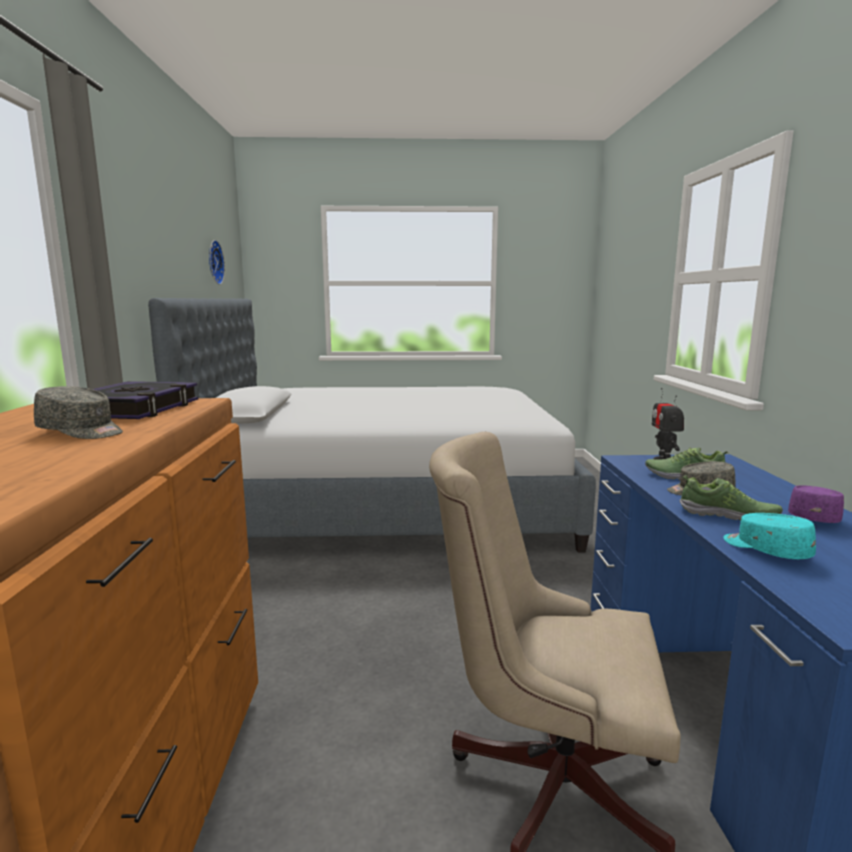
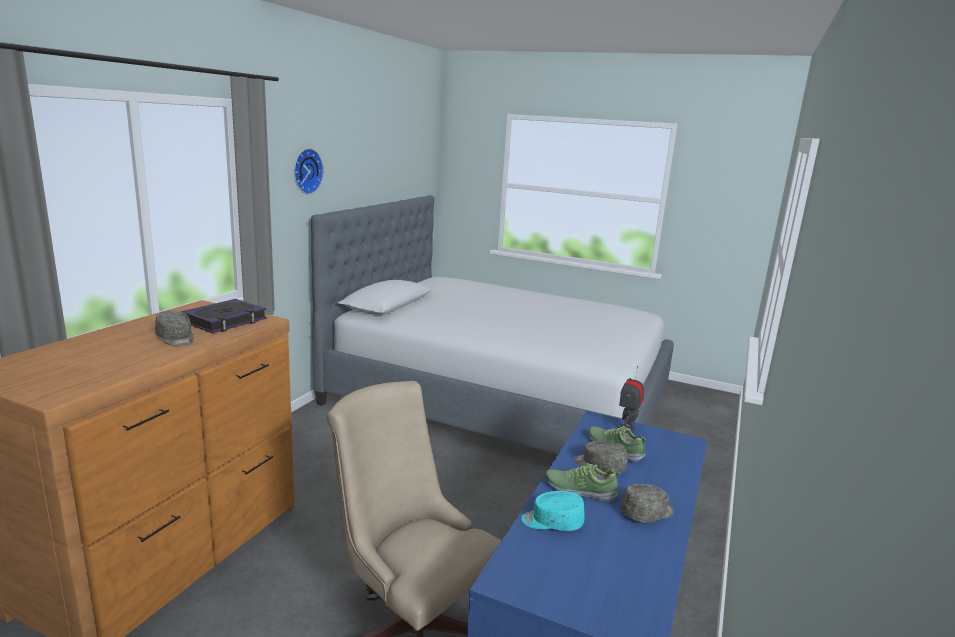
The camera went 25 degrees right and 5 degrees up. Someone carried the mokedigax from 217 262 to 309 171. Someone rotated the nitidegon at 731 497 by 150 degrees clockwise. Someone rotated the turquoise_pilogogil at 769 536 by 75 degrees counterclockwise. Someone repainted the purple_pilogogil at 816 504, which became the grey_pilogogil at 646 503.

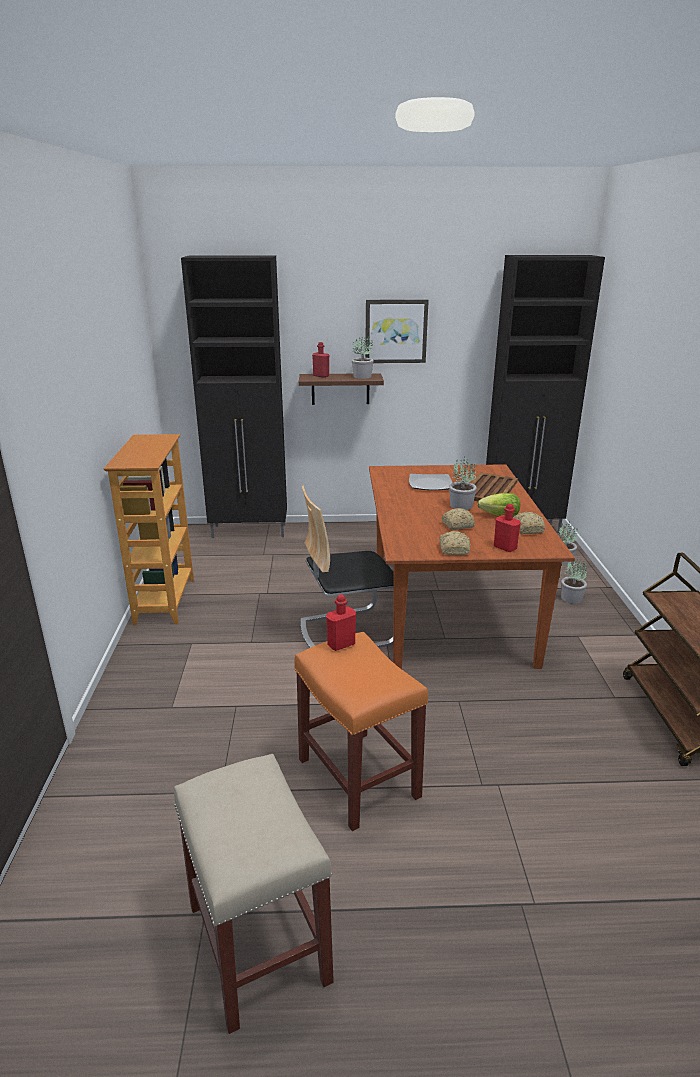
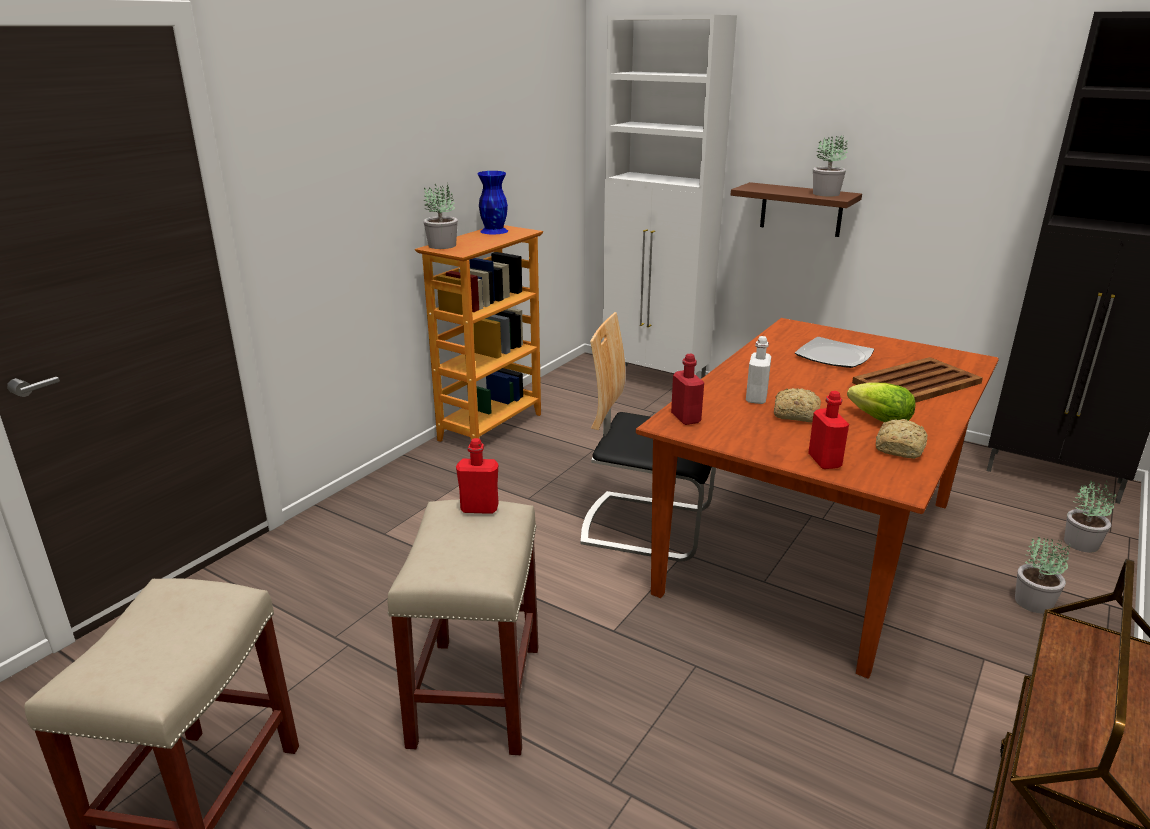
The camera went 35 degrees right and 0 degrees up. Someone repainted the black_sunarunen at 234 396, which became the white_sunarunen at 670 197. Someone repainted the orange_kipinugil at 361 731, which became the beige_kipinugil at 463 627. Someone carried the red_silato from 320 360 to 687 389. Someone took away the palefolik at 397 331. Someone took away the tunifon at 454 543. Someone carried the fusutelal from 463 483 to 440 215. Someone put down the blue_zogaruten at 493 202. Someone put down the white_silato at 758 370.

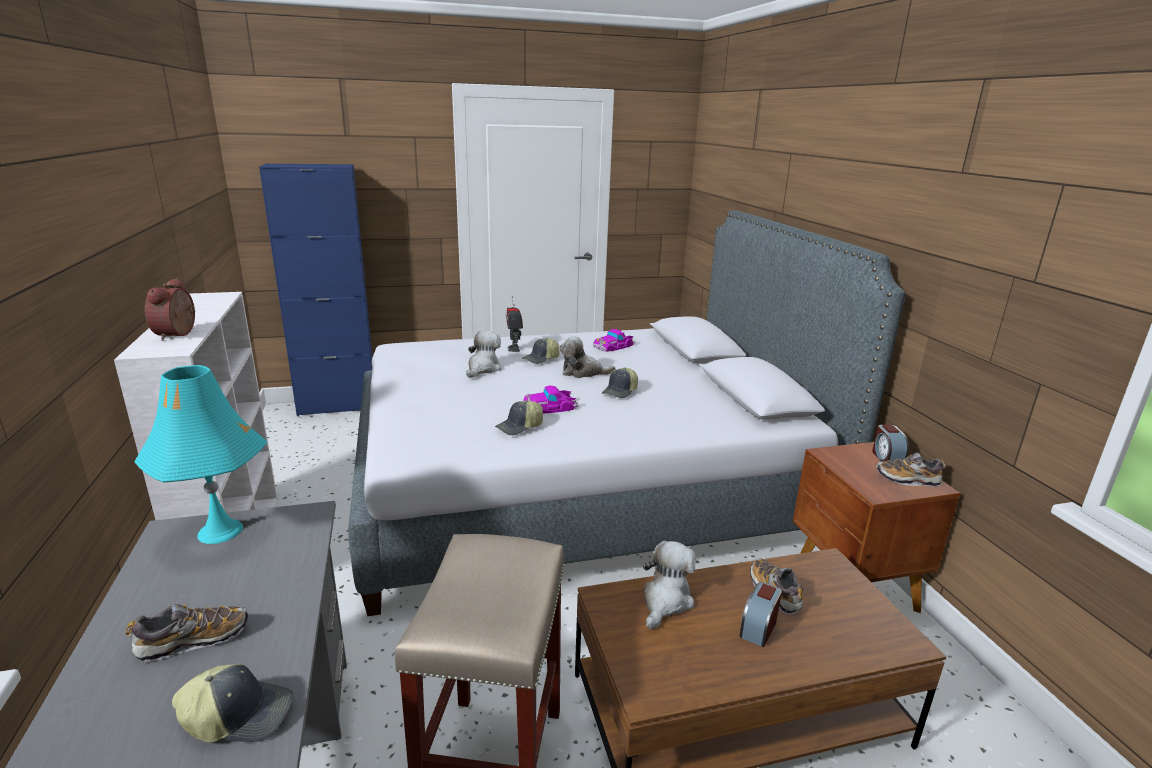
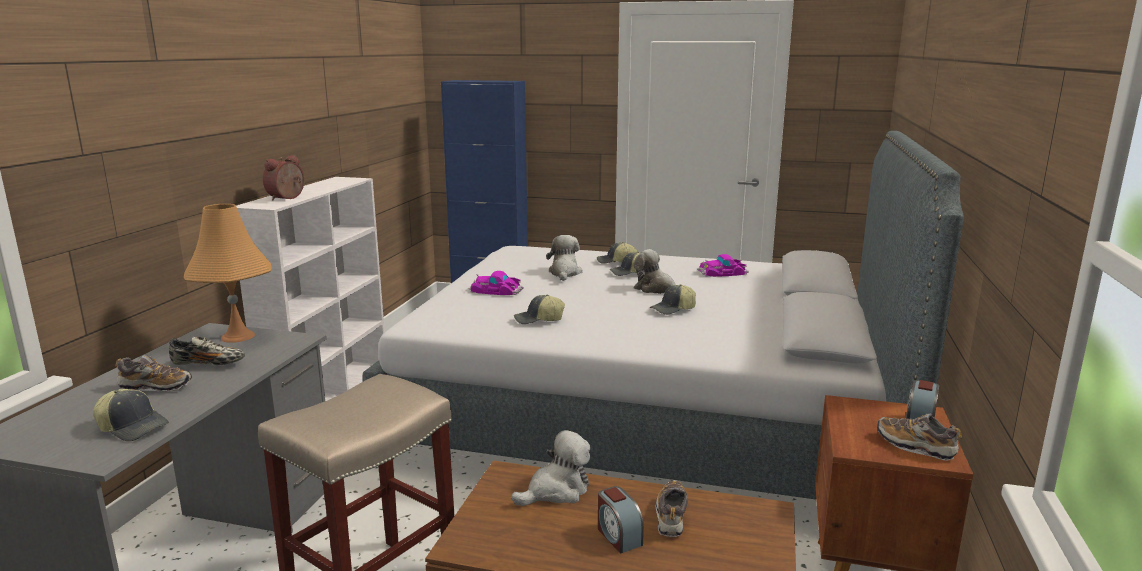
The camera went 30 degrees right and 5 degrees down. Someone repainted the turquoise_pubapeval at 200 454, which became the orange_pubapeval at 228 273. Someone rotated the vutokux at 483 354 by 45 degrees counterclockwise. Someone swapped the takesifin at 514 328 for the pilogogil at 617 253. Someone carried the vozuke from 551 399 to 496 283. Someone rotated the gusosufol at 760 614 by 90 degrees counterclockwise. Someone put down the nitidegon at 207 351.

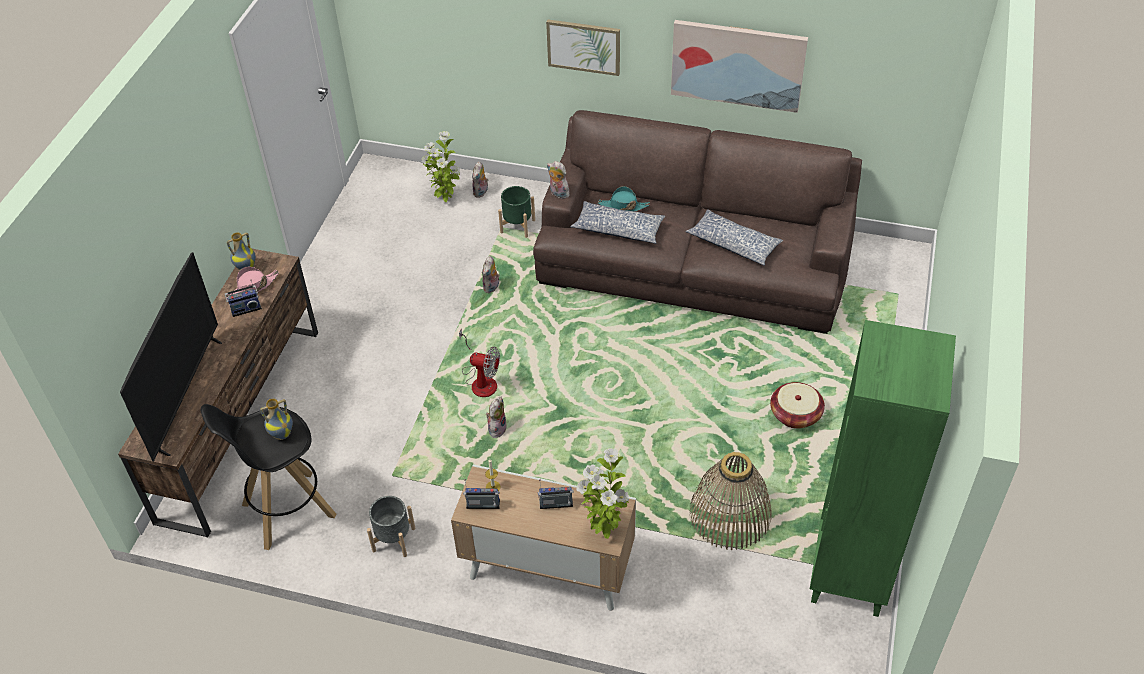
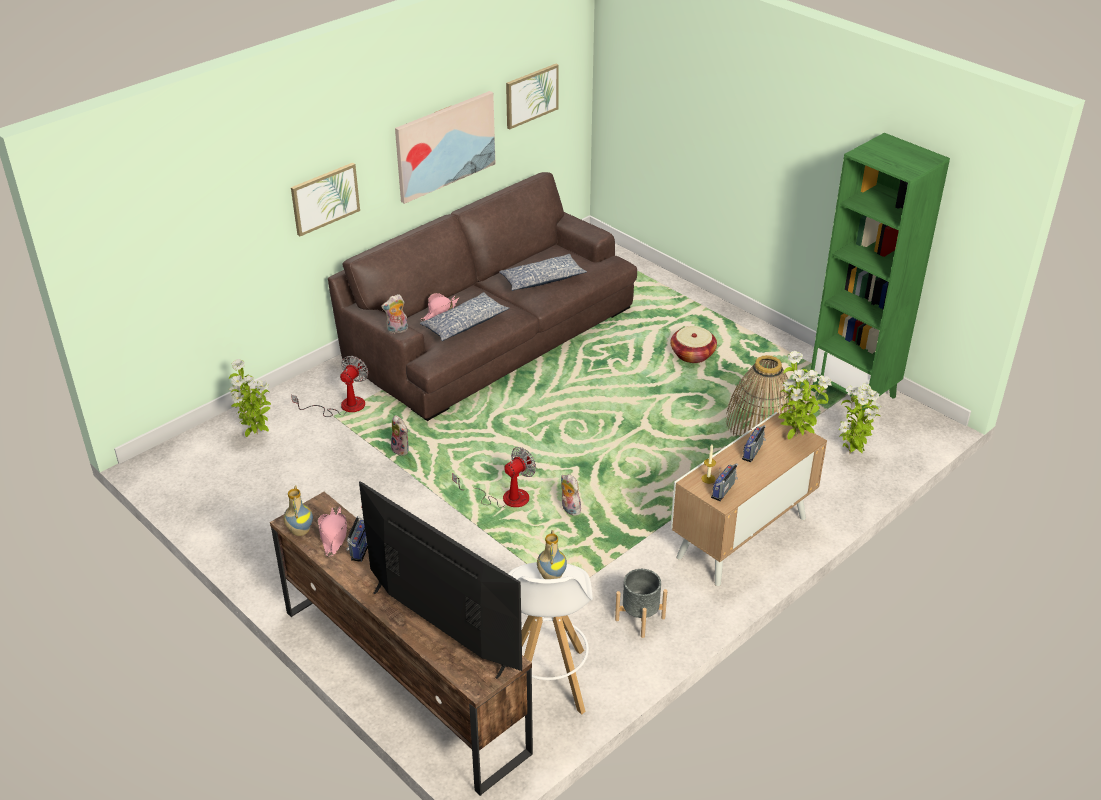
The camera went 60 degrees left and 10 degrees down. Someone repainted the black_kipinugil at 269 477, which became the white_kipinugil at 550 638. Someone took away the vutokux at 480 179. Someone swapped the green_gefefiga at 516 212 for the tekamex at 329 386. Someone repainted the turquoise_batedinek at 624 198, which became the pink_batedinek at 440 307. Someone put up the palefolik at 532 96. Someone put down the fusutelal at 860 419.

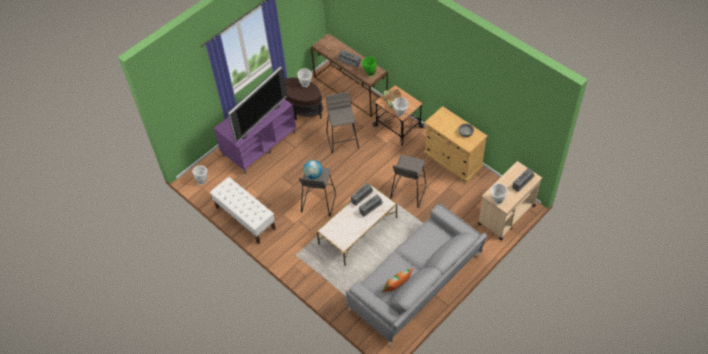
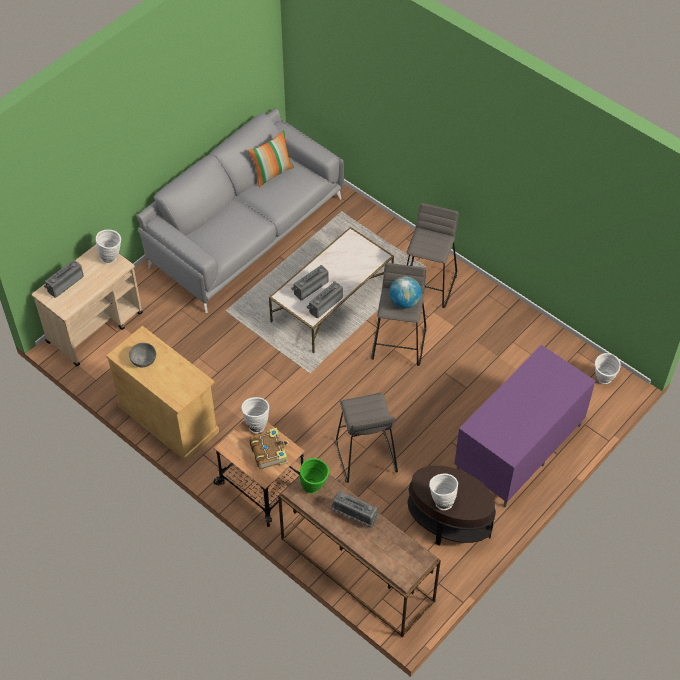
The camera went 175 degrees right and 0 degrees up. Someone took away the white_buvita at 243 210. Someone took away the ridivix at 257 104. Someone carried the grey_kipinugil from 408 181 to 432 255.

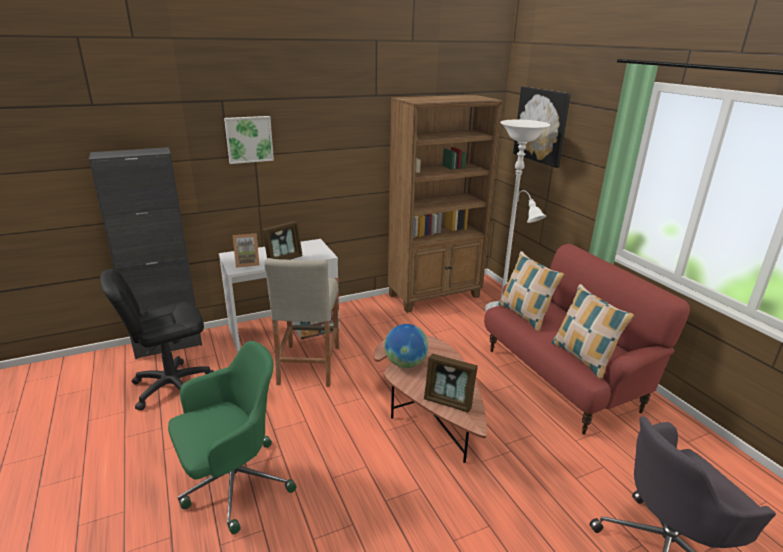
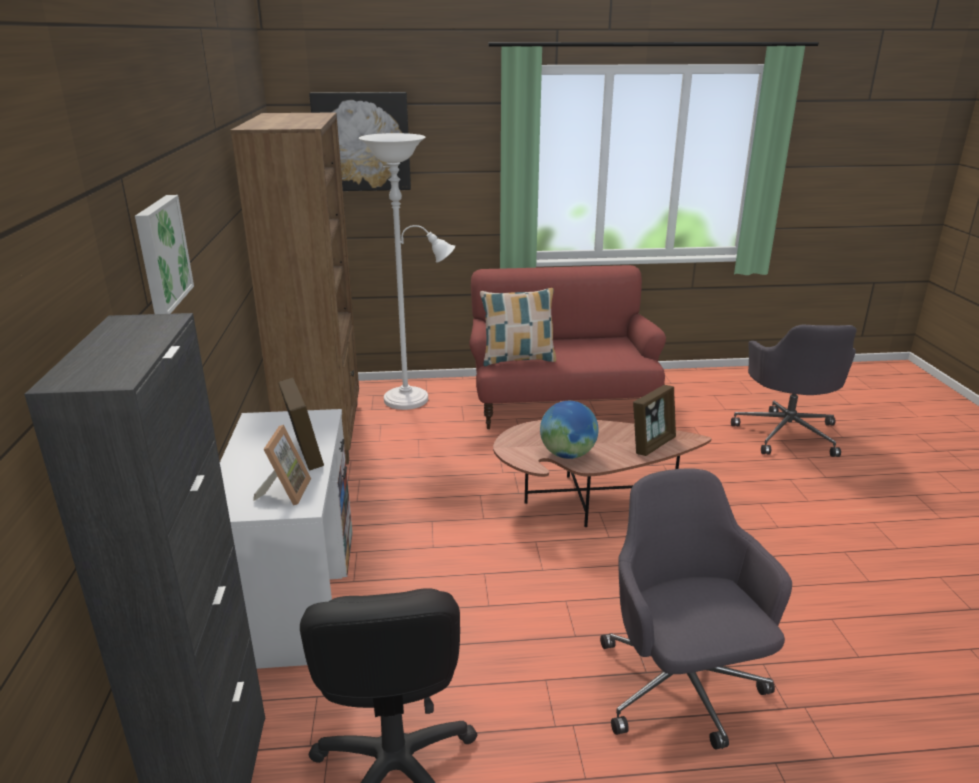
The camera went 70 degrees left and 0 degrees up. Someone repainted the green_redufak at 232 437, which became the grey_redufak at 696 609. Someone took away the beige_kipinugil at 301 322. Someone took away the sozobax at 593 331.

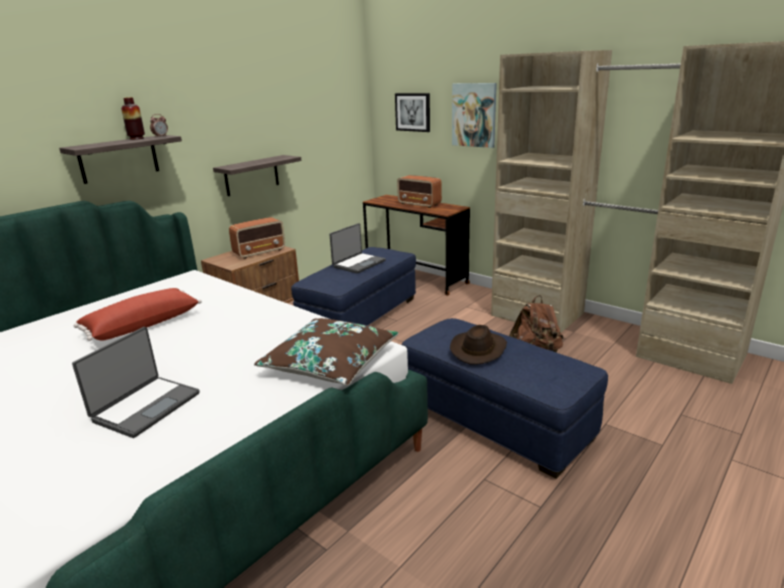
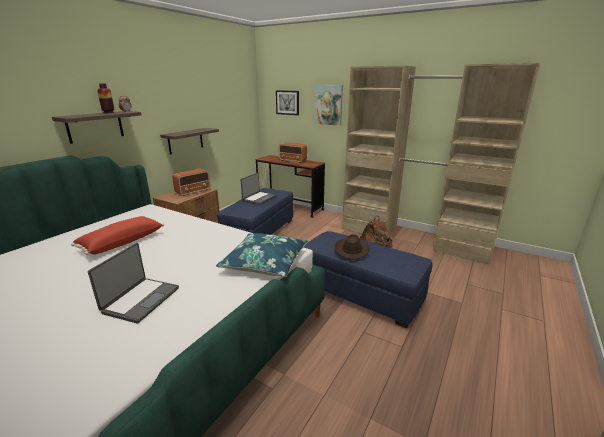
The camera went 10 degrees left and 0 degrees up. Someone repainted the brown_sozobax at 326 352, which became the blue_sozobax at 262 255.

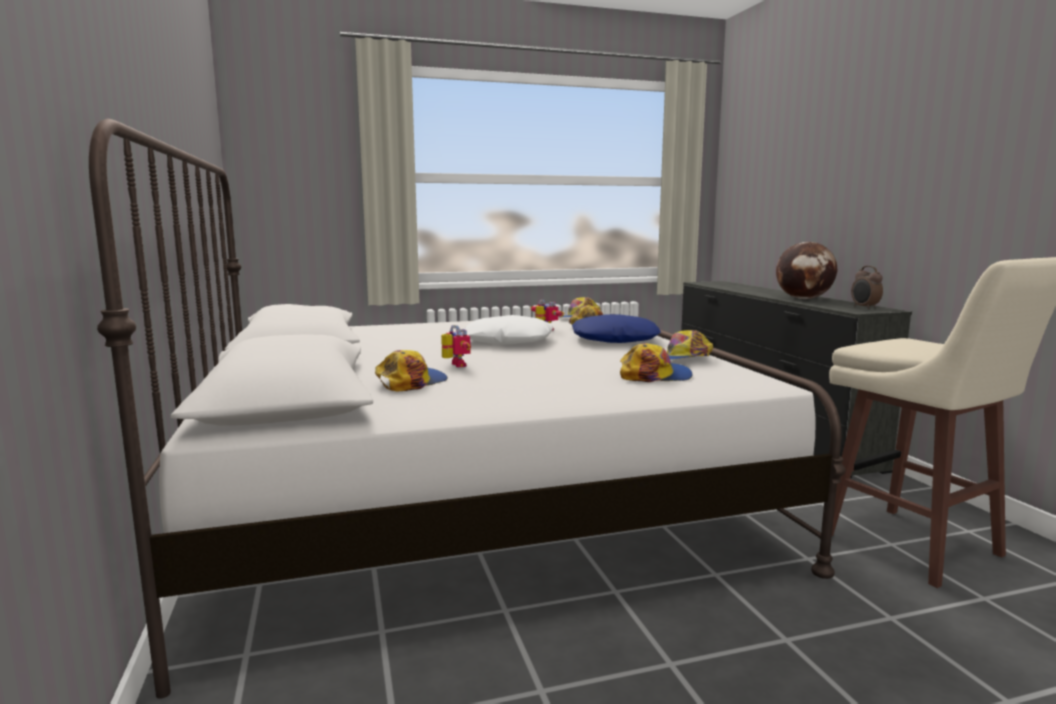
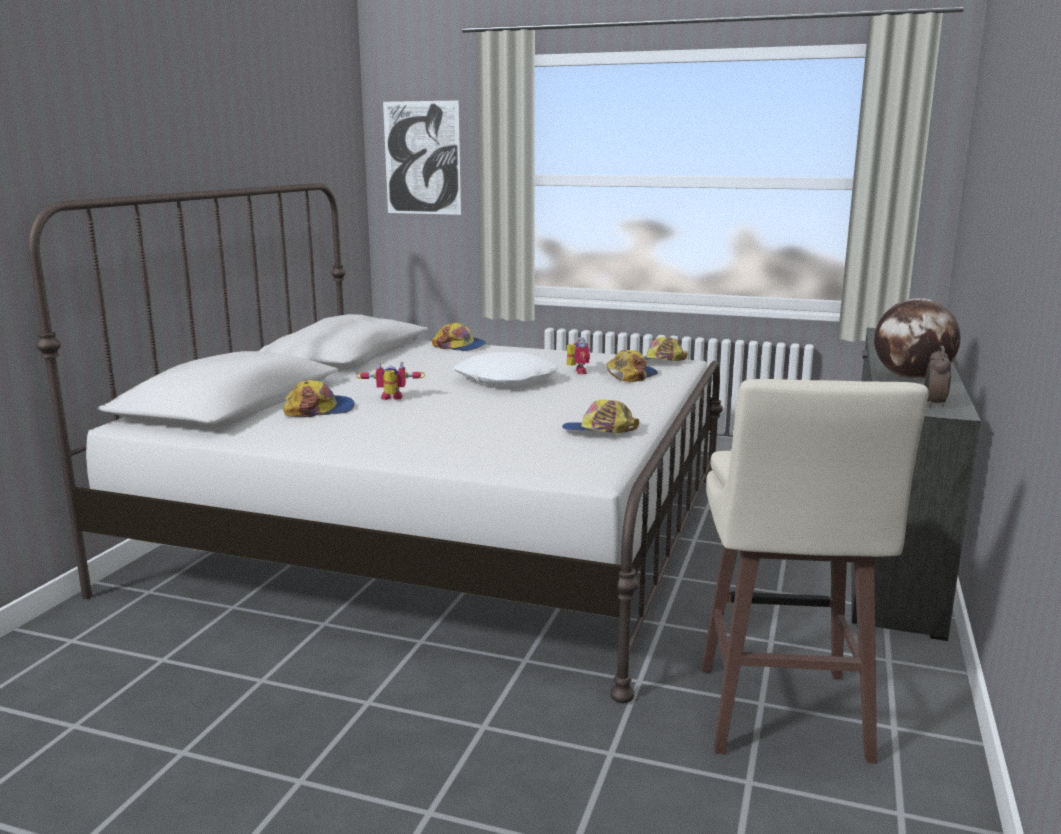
The camera went 35 degrees right and 5 degrees up. Someone rotated the takesifin at 456 346 by 105 degrees counterclockwise. Someone took away the blue_sozobax at 616 328. Someone carried the pilogogil from 656 362 to 459 336. Someone put up the palefolik at 422 157.

